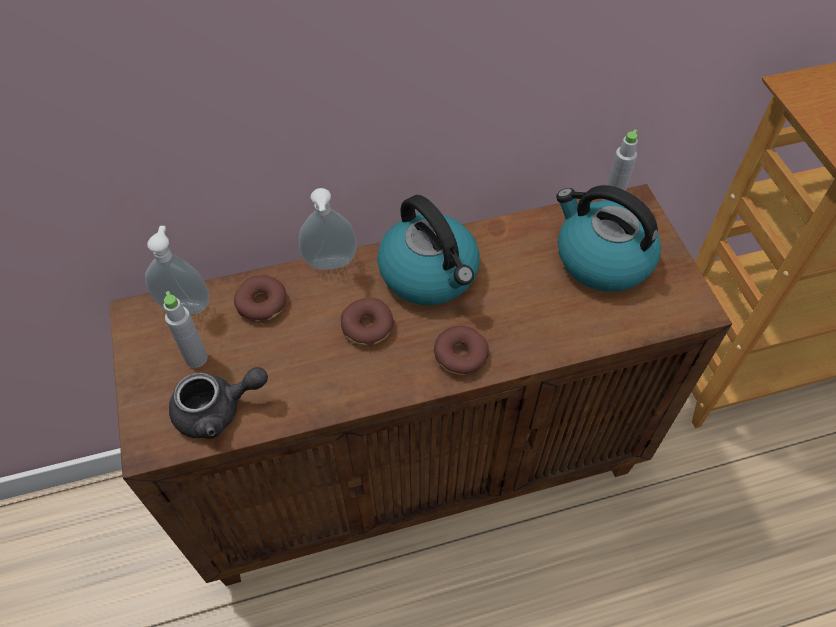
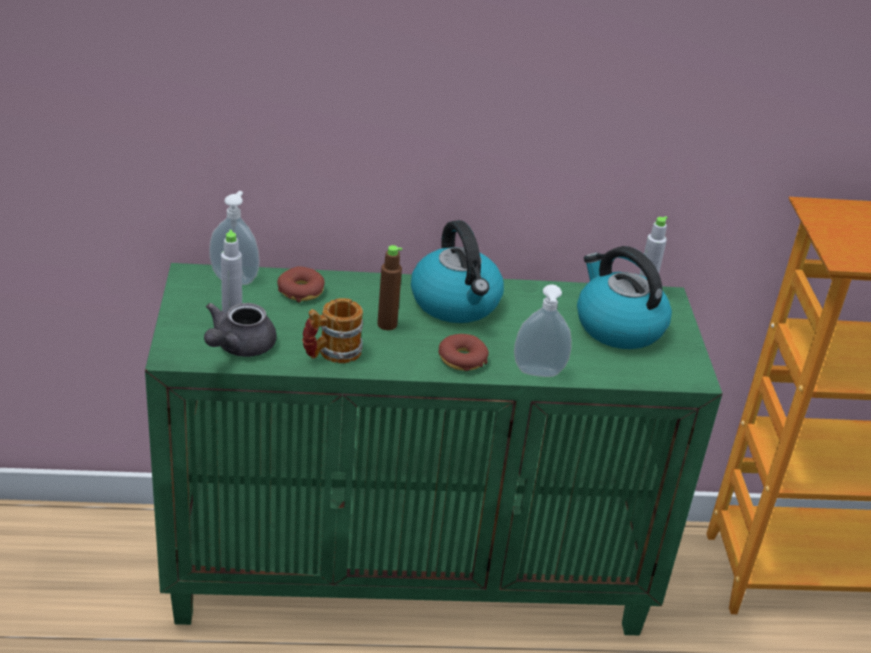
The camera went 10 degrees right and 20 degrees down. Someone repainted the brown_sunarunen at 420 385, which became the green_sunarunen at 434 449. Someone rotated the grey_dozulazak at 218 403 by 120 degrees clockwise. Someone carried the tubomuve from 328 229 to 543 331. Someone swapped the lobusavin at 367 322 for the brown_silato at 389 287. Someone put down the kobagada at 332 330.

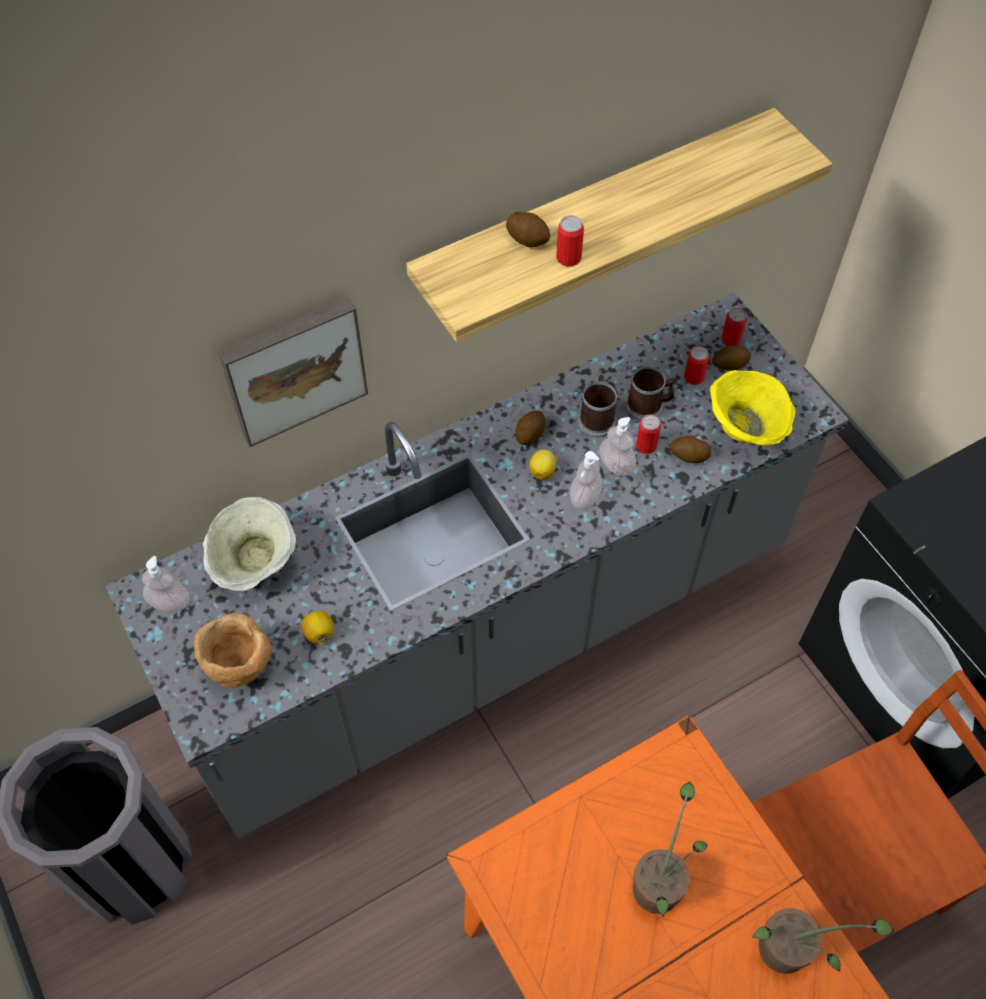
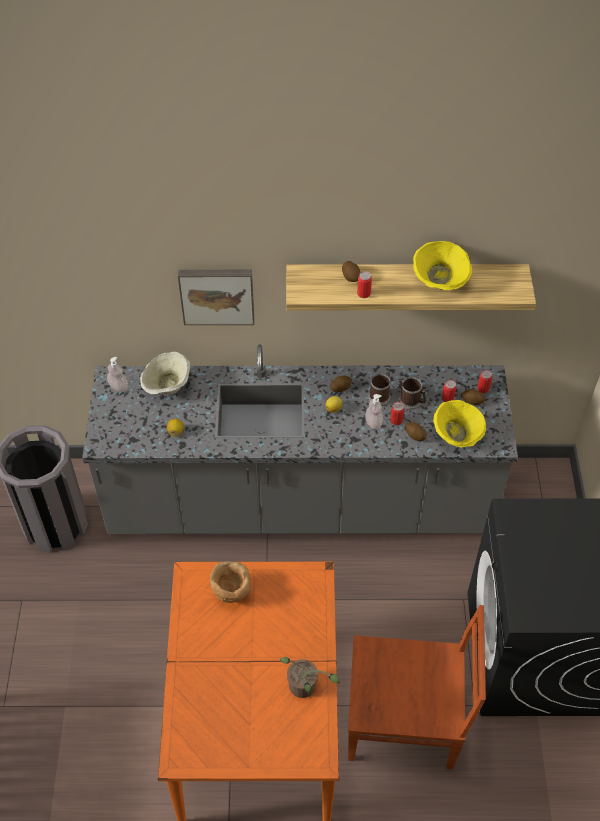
The camera went 30 degrees right and 5 degrees down. Someone carried the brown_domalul from 233 650 to 230 582. Someone took away the tubomuve at 586 480. Someone took away the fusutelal at 670 849. Someone put down the yellow_domalul at 442 265.

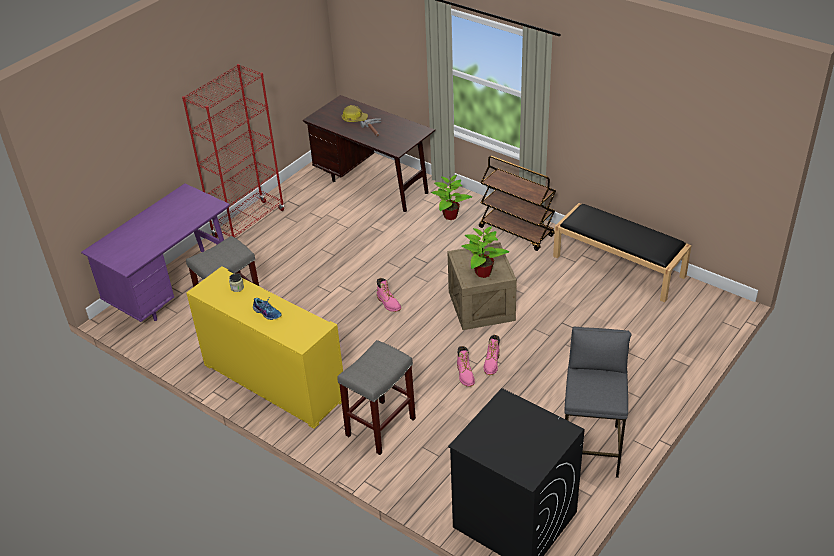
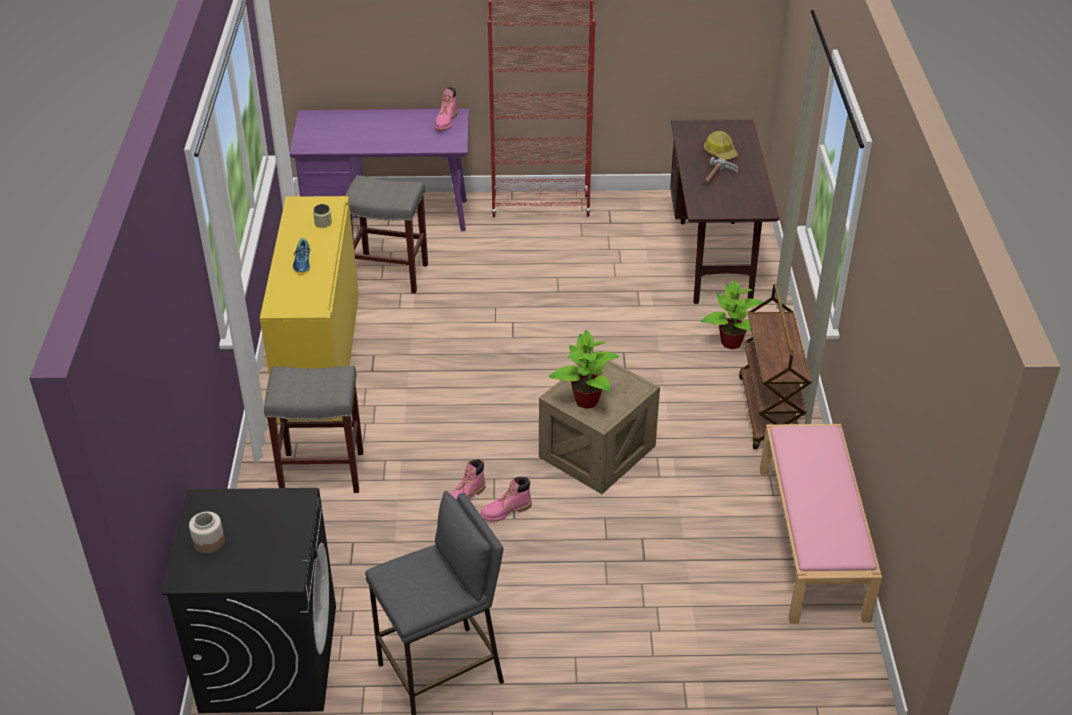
The camera went 50 degrees right and 0 degrees up. Someone carried the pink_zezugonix from 389 295 to 446 108. Someone repainted the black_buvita at 622 252, which became the pink_buvita at 821 524. Someone put down the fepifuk at 207 532.

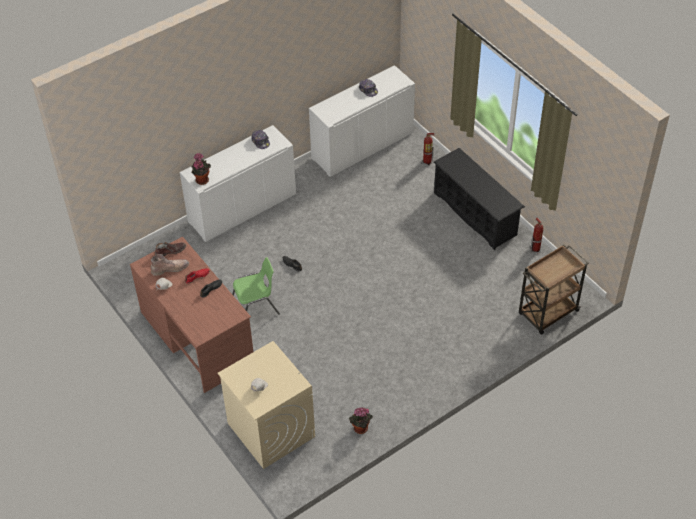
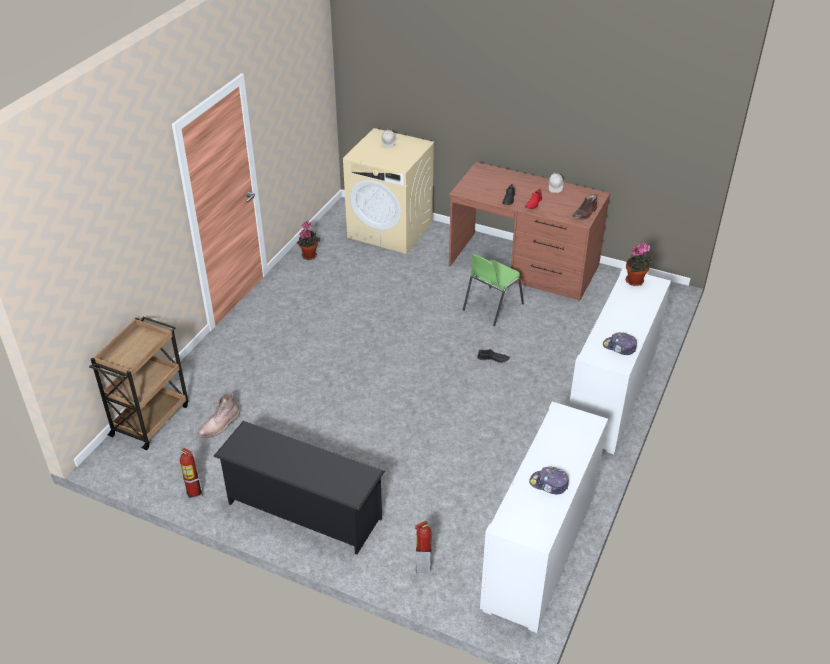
The camera went 150 degrees right and 10 degrees down. Someone carried the brown_zezugonix from 170 265 to 218 415.

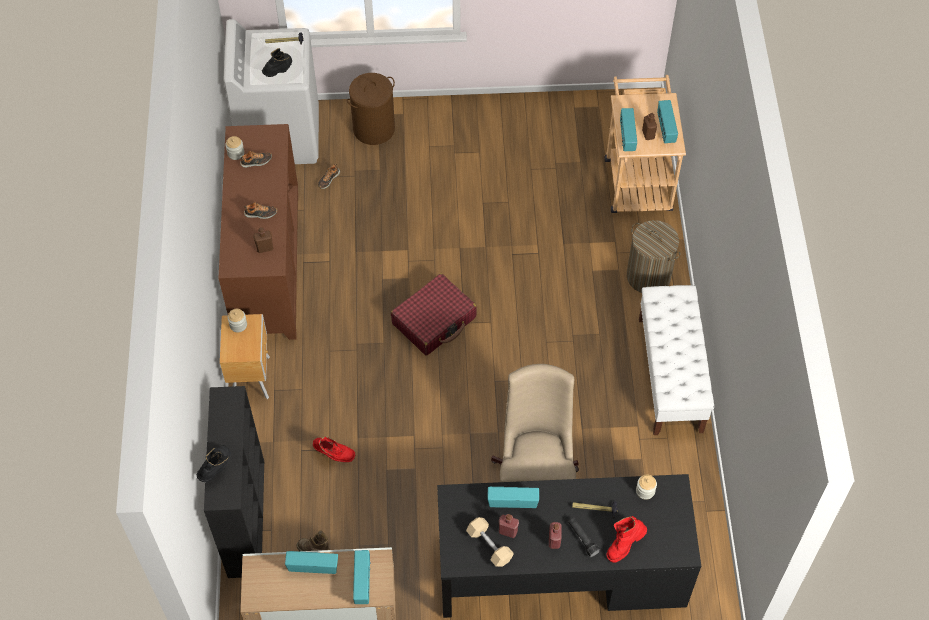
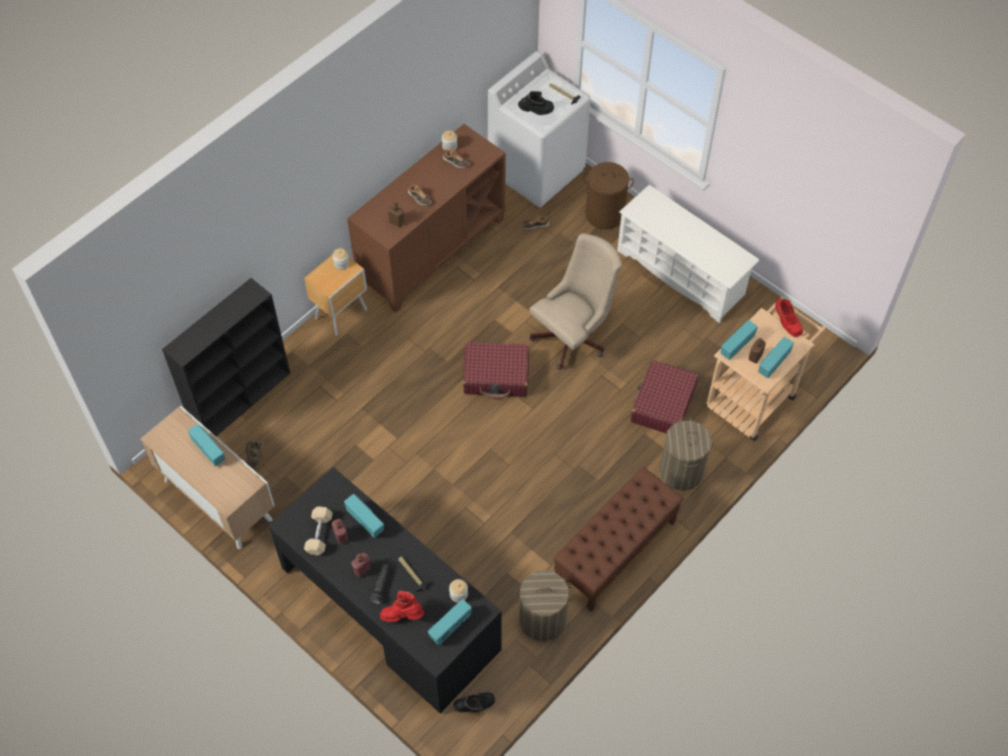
The camera went 45 degrees right and 0 degrees up. Someone carried the black_zezugonix from 214 463 to 474 702. Someone carried the red_zezugonix from 334 449 to 789 317. Someone carried the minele from 362 577 to 450 622. Someone carried the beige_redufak from 535 423 to 575 301. Someone repainted the white_buvita at 676 360, which became the brown_buvita at 618 539. Someone put down the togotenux at 544 605. Someone put down the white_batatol at 688 254. Someone put down the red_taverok at 664 396.

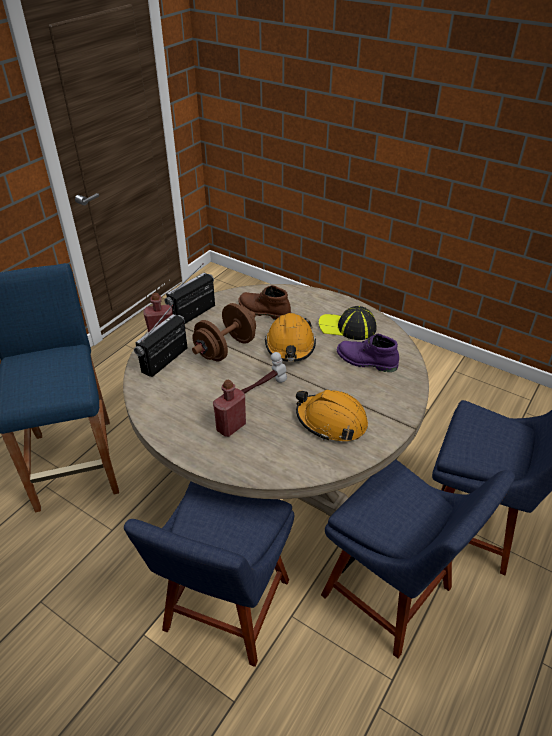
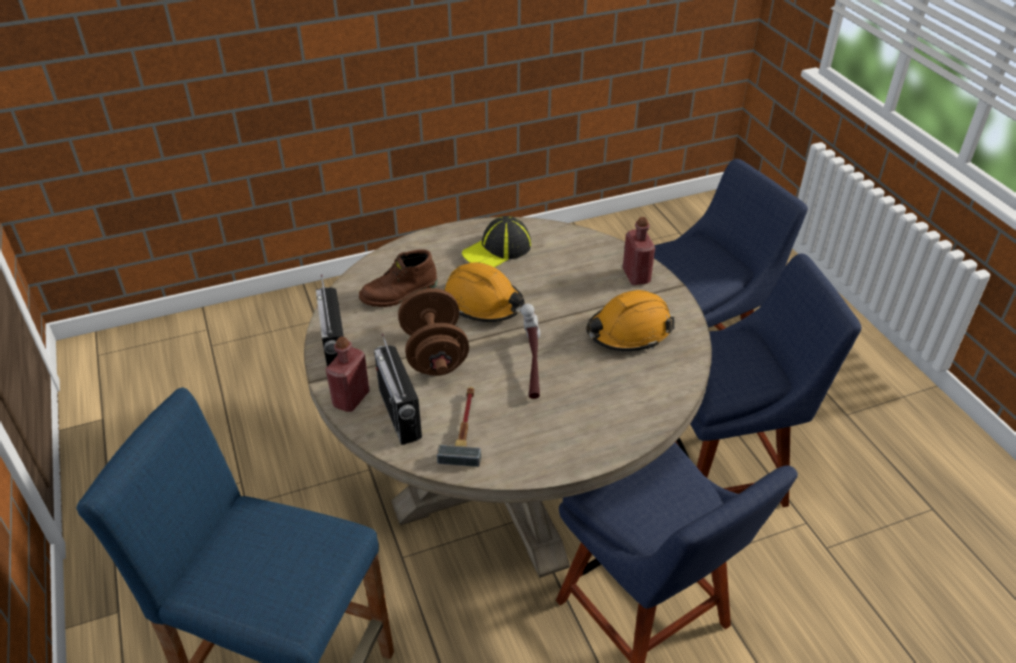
The camera went 55 degrees left and 0 degrees up. Someone carried the red_silato from 229 408 to 639 251. Someone took away the purple_zezugonix at 368 353. Someone put down the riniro at 459 427.

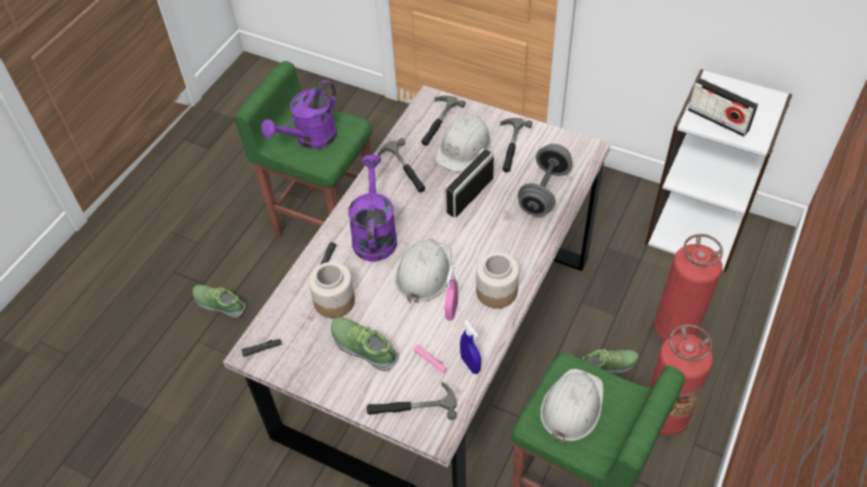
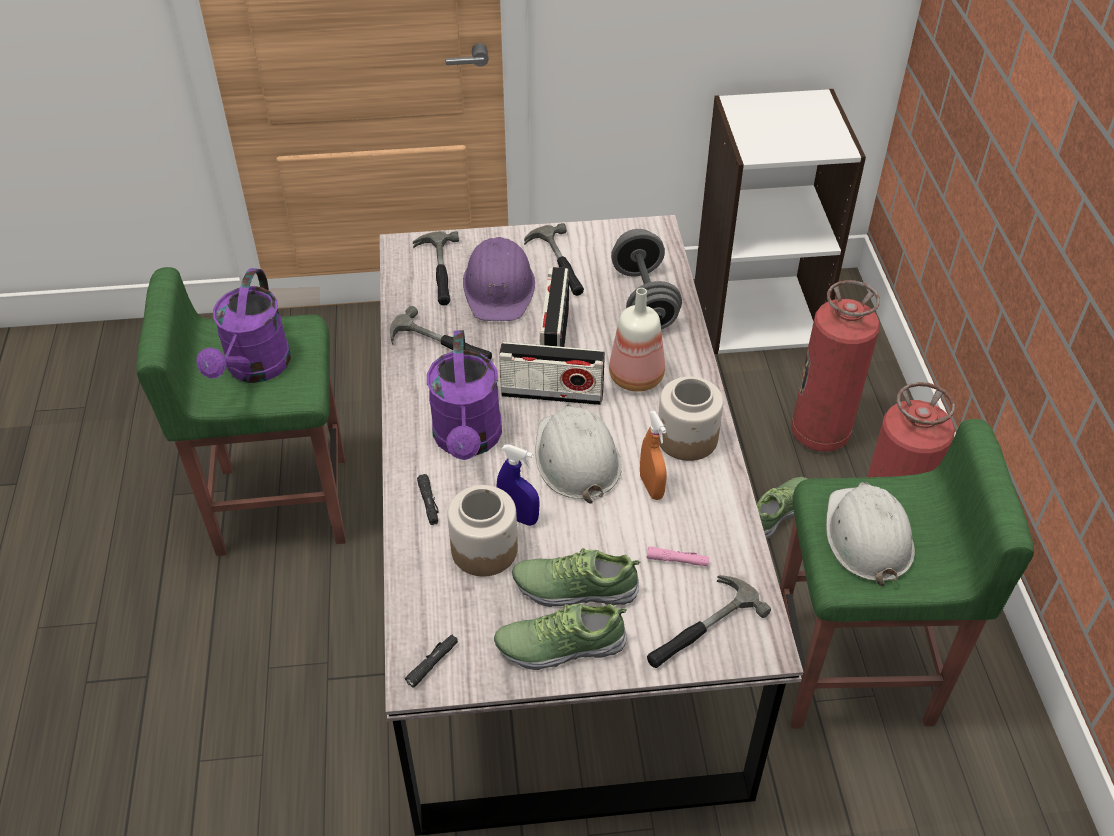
The camera went 35 degrees left and 5 degrees down. Someone carried the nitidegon from 219 301 to 560 636. Someone rotated the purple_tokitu at 372 208 by 150 degrees counterclockwise. Someone repainted the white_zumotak at 463 143, which became the purple_zumotak at 499 279. Someone repainted the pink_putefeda at 451 293, which became the orange_putefeda at 653 455. Someone carried the blue_putefeda from 470 347 to 518 485. Someone carried the minele from 723 107 to 552 373. Someone put down the silato at 637 340.

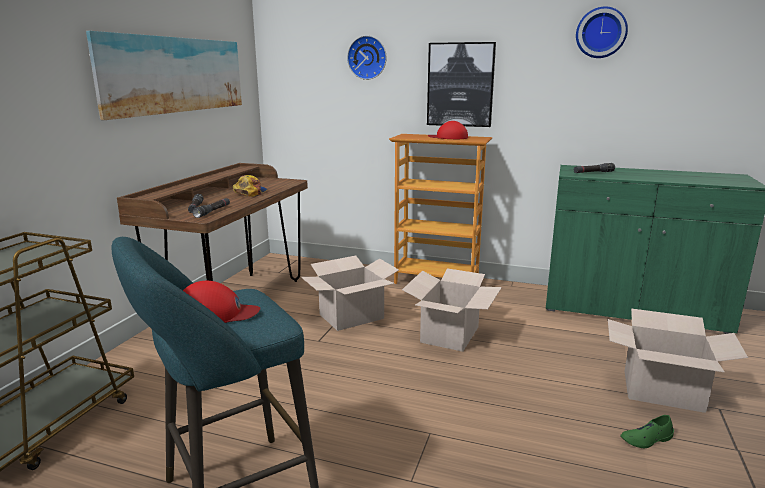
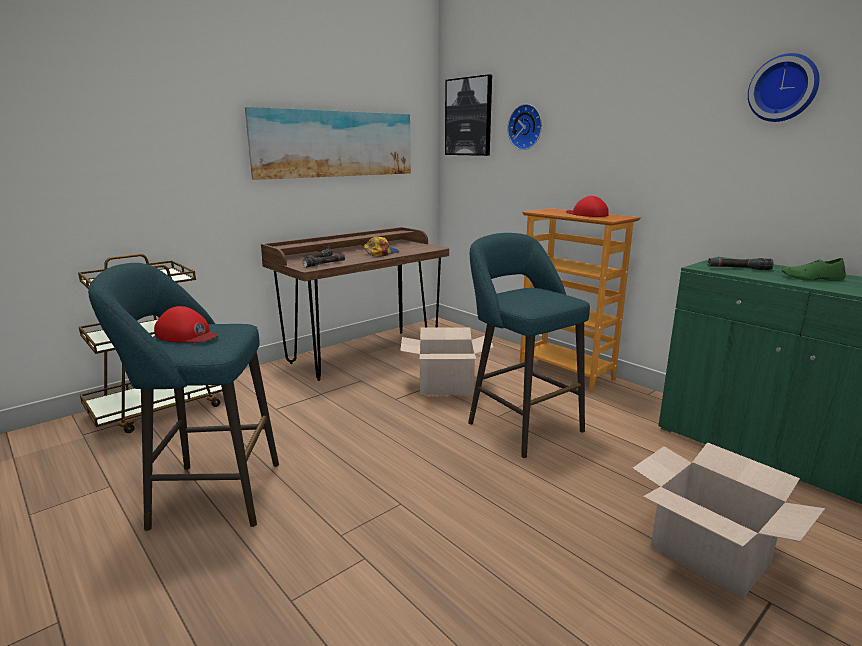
The camera went 30 degrees right and 0 degrees up. Someone swapped the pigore at 452 310 for the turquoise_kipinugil at 529 345. Someone carried the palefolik from 461 84 to 468 115. Someone carried the green_nitidegon from 647 431 to 814 269.

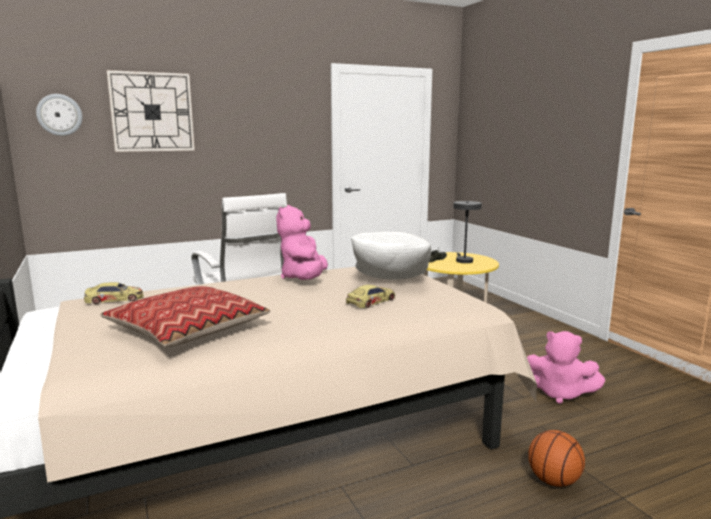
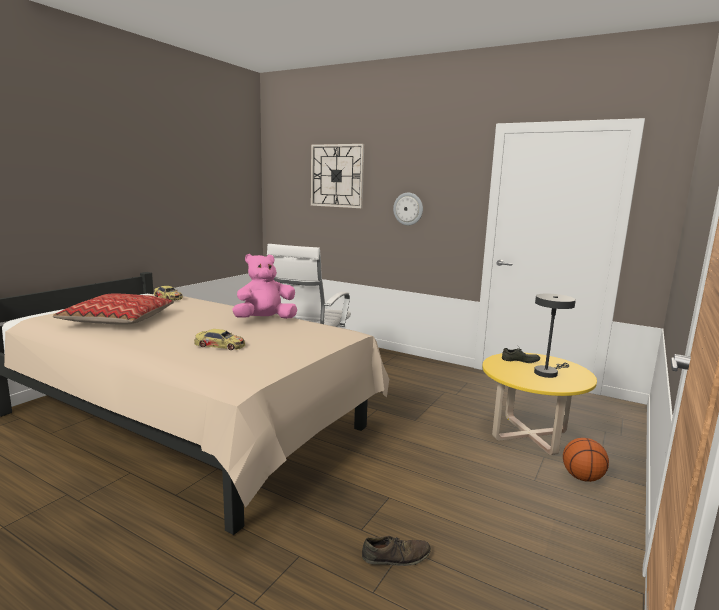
The camera went 55 degrees right and 0 degrees up. Someone carried the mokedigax from 59 115 to 408 209. Someone took away the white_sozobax at 391 256. Someone swapped the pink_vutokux at 566 367 for the brown_nitidegon at 396 551. Someone carried the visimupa from 556 458 to 586 460.

